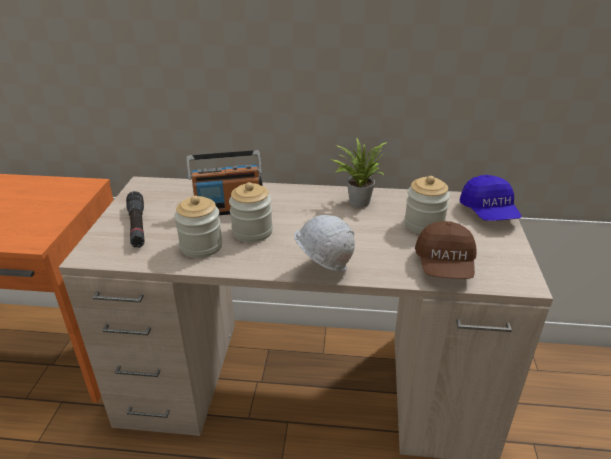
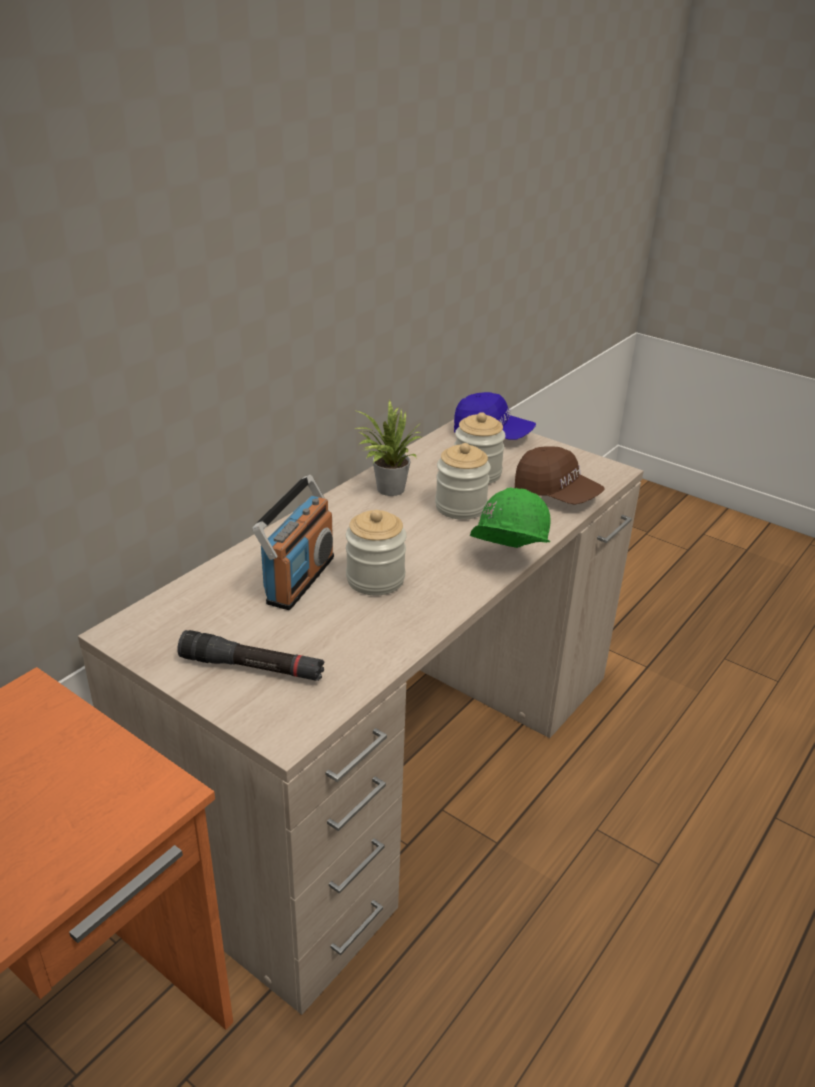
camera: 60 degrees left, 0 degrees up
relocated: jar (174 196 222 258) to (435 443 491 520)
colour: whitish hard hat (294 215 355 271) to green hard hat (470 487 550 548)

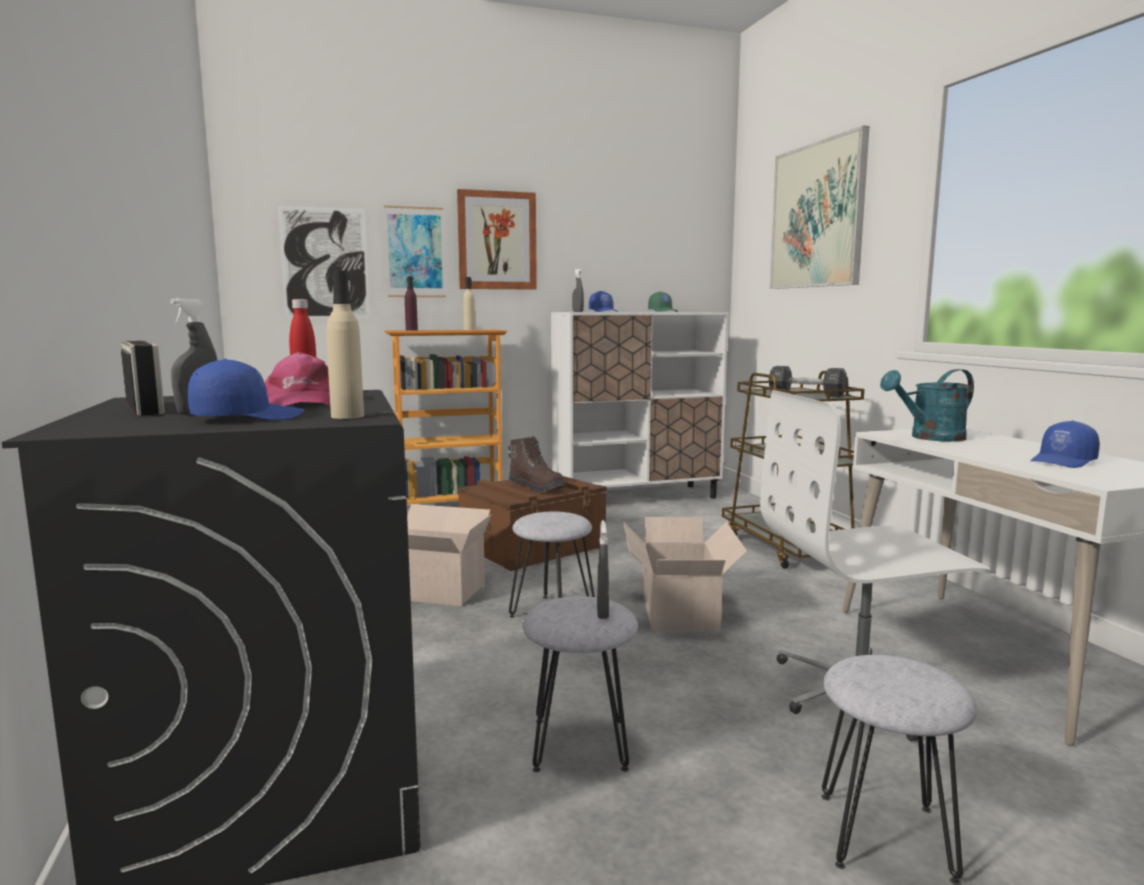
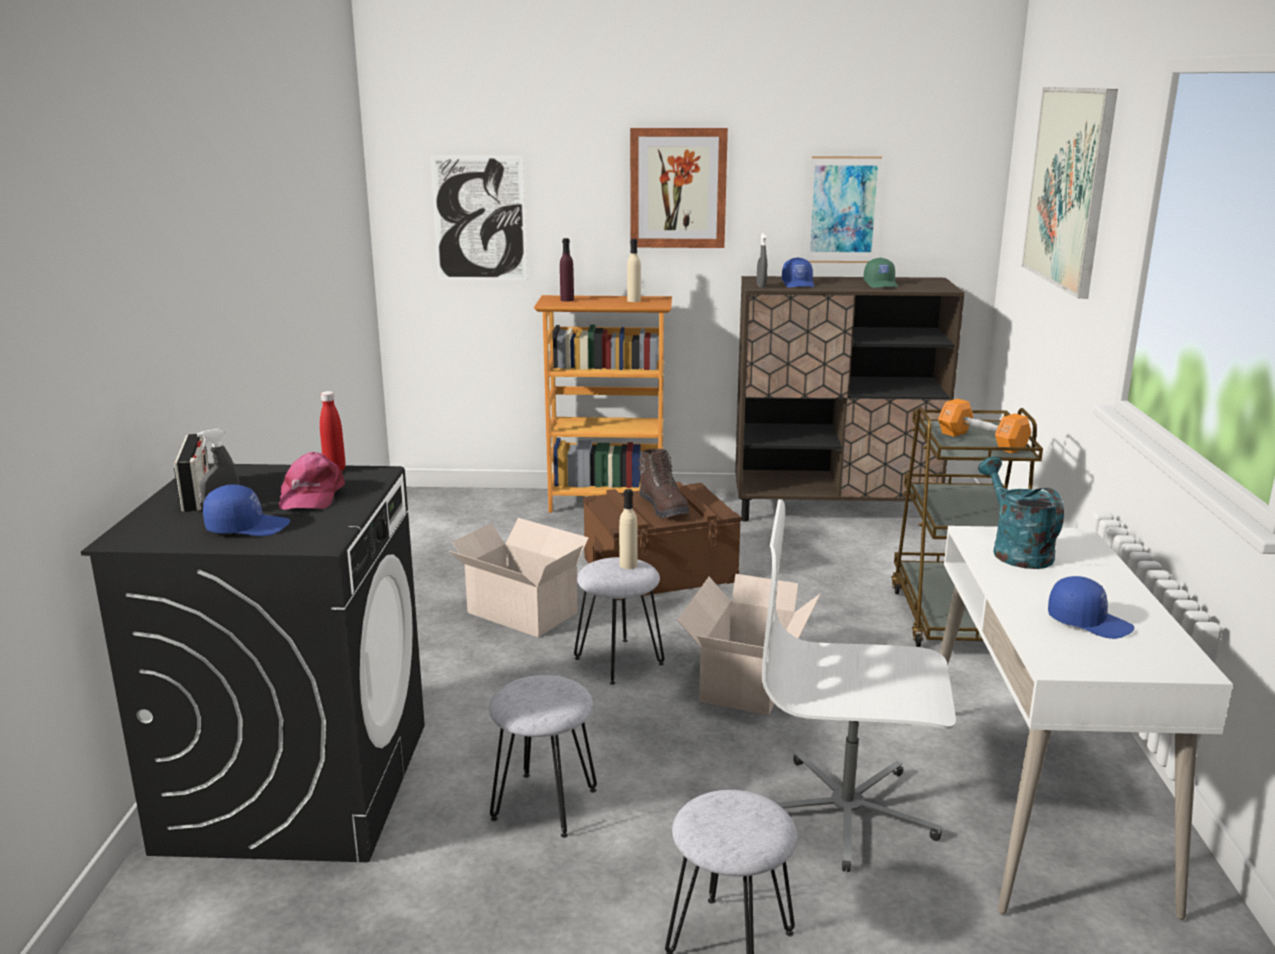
camera: 20 degrees right, 10 degrees up
missing: gray hand sprayer (597 520 609 619)
relocated: beige beverage bottle (326 270 364 419) to (619 489 638 569); picture (384 206 446 297) to (807 156 882 263)
colour: whitish storage cabinet (551 312 729 499) to brownish storage cabinet (735 276 965 522); black dumbbell (769 366 847 397) to orangey dumbbell (938 399 1031 453)
spun: turquoise-coloured sprinkling can (880 369 974 442) = (978 456 1064 569) 75 degrees clockwise; blue-coloured peaked cap (1030 421 1100 468) = (1048 576 1134 639) 135 degrees counterclockwise

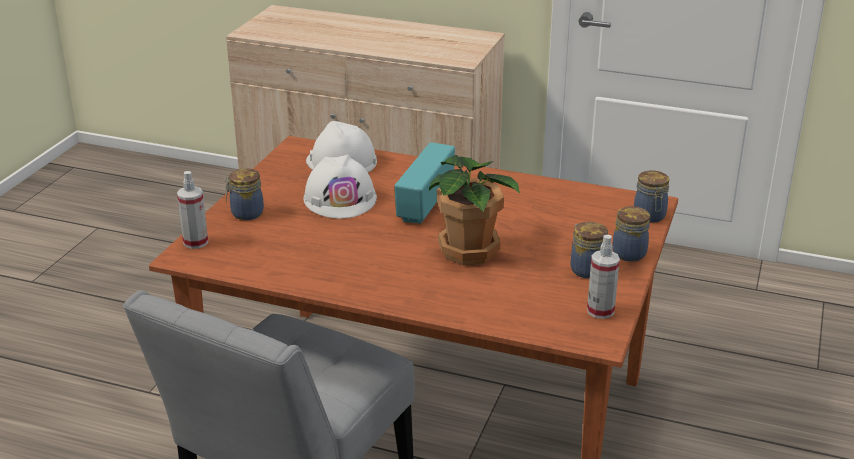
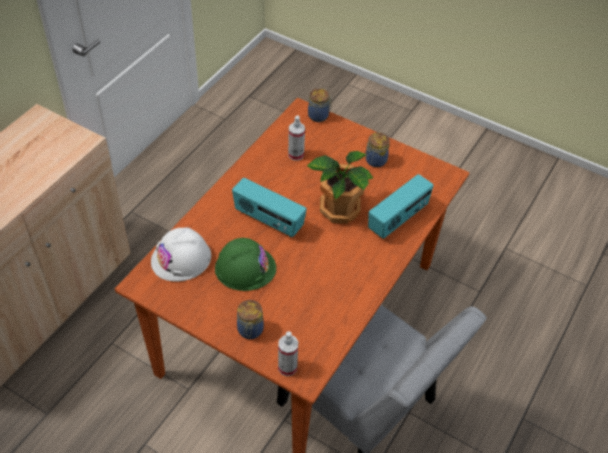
camera: 80 degrees left, 20 degrees up
missing: jar (612 206 650 262)
appeared: radio set (368 174 434 239)
relocated: hand sprayer (587 235 620 319) to (288 116 305 161)
colour: whitish hard hat (304 154 377 219) to green hard hat (215 238 276 291)

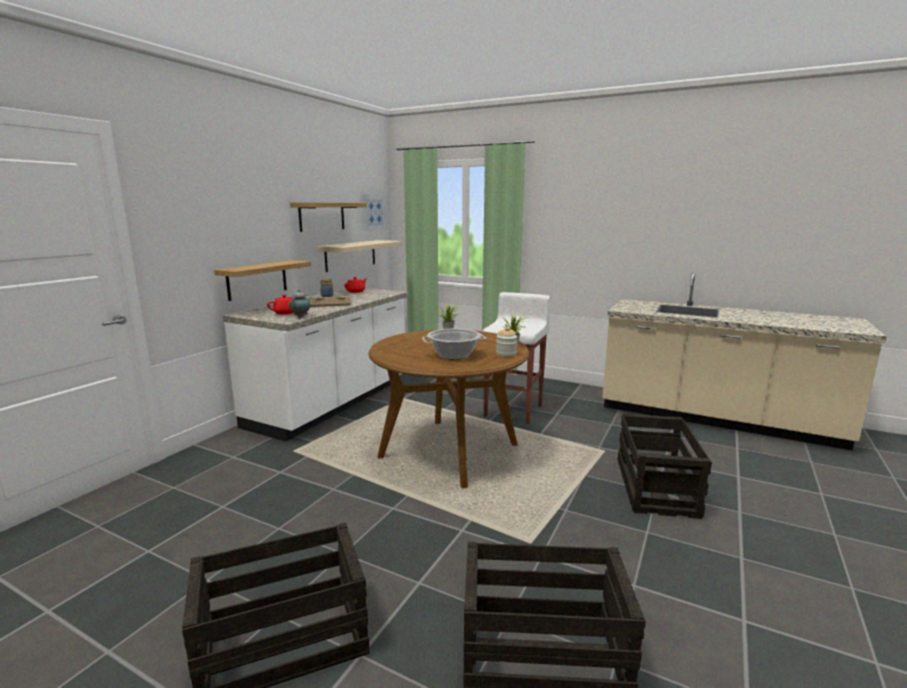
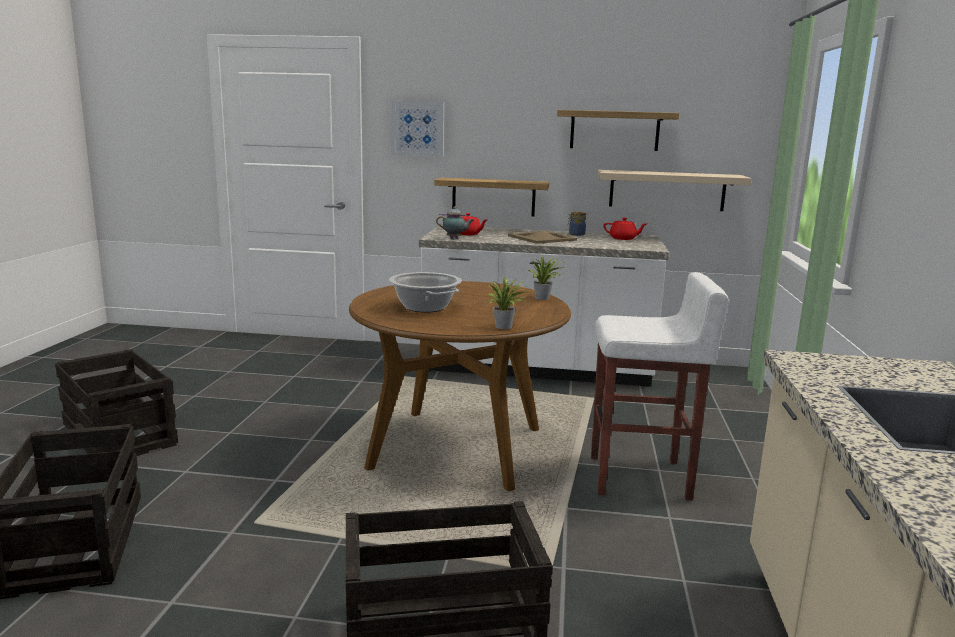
camera: 70 degrees right, 0 degrees up
missing: jar (496 327 517 357)
relocated: picture (362 194 387 231) to (392 101 444 156)

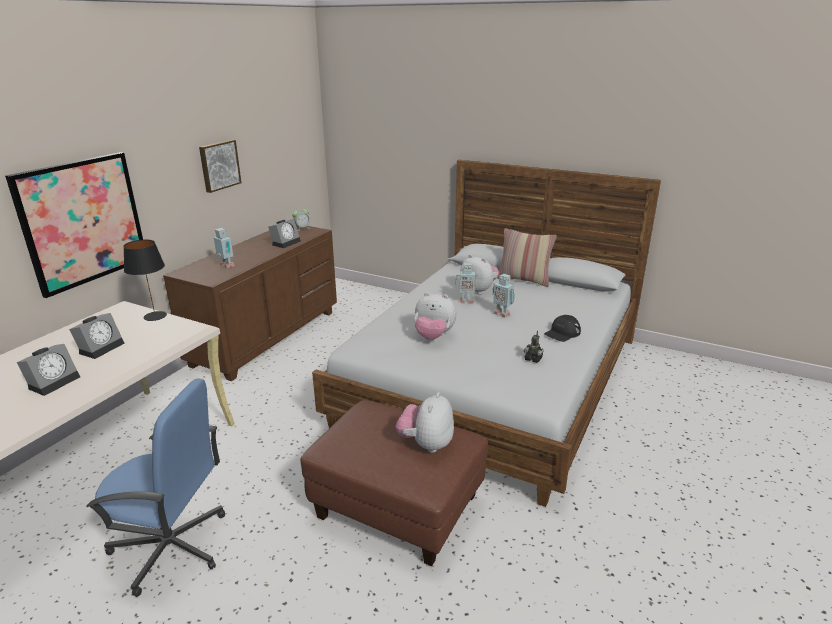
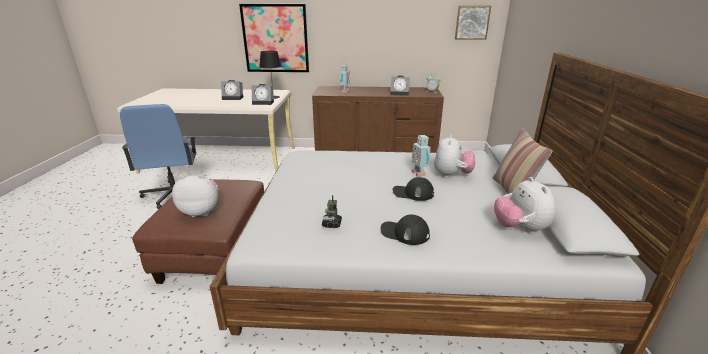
camera: 65 degrees right, 0 degrees up
relocated: alarm clock (17 344 80 396) to (251 84 274 105); picture (199 140 242 193) to (455 6 491 40); cuddly toy (414 292 457 340) to (494 177 556 233)
exchanged: toy robot (493 274 515 317) to black peaked cap (393 177 434 201)

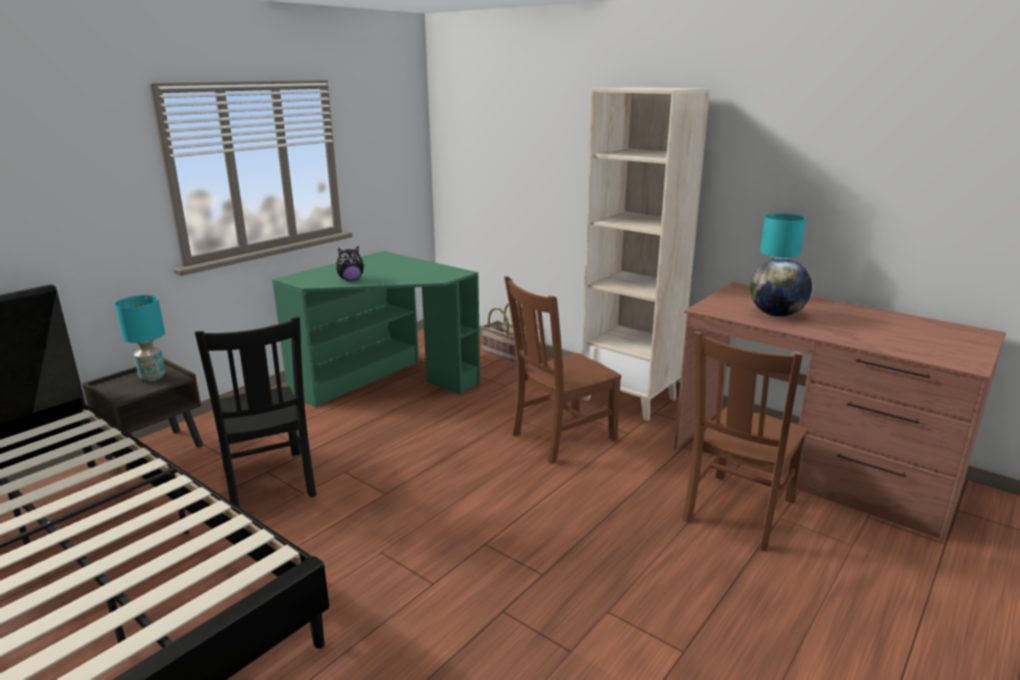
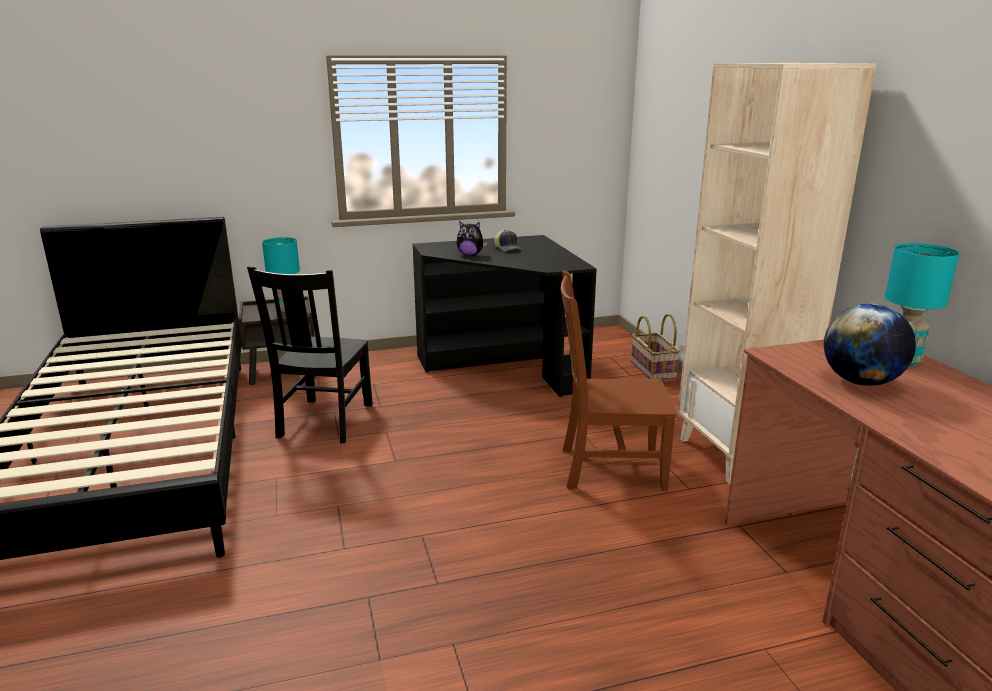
camera: 35 degrees right, 0 degrees up
missing: brownish upright chair (682 331 808 551)
appeared: peaked cap (494 229 522 252)
colour: green desk table (272 251 481 408) to black desk table (413 235 597 397)

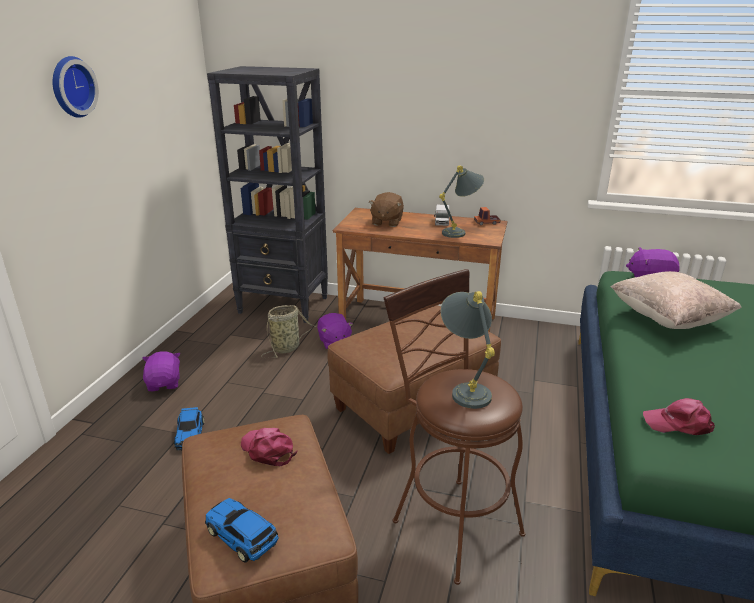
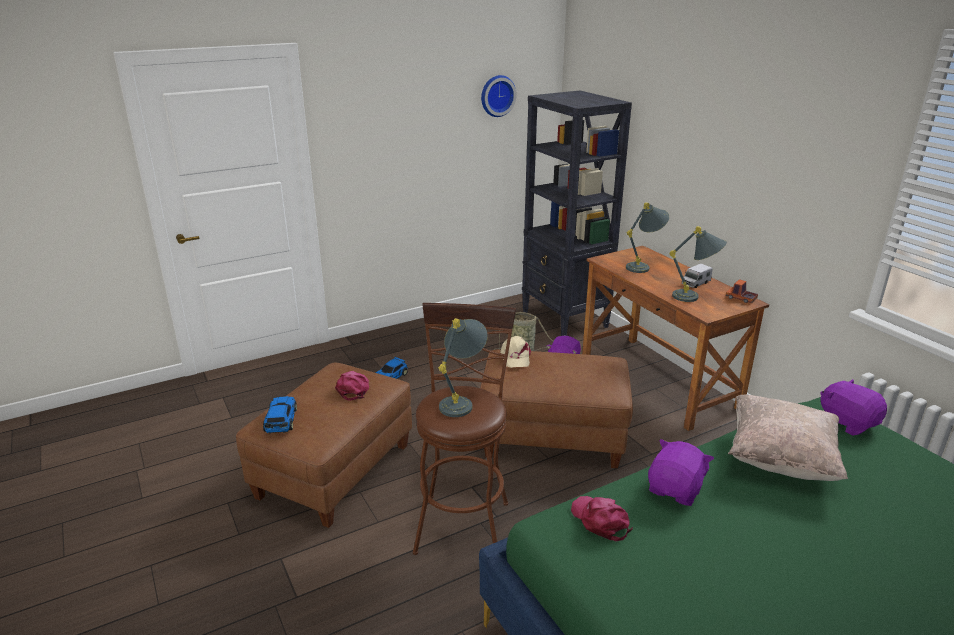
camera: 45 degrees right, 0 degrees up
appeared: beige peaked cap (500 336 531 368)
relocated: clock on the wall (52 56 99 118) to (481 75 517 117); purple-coloured cuddly toy (142 351 180 391) to (648 439 714 506)
exchanged: brownish cuddly toy (369 192 404 227) to gray table lamp (626 202 669 273)

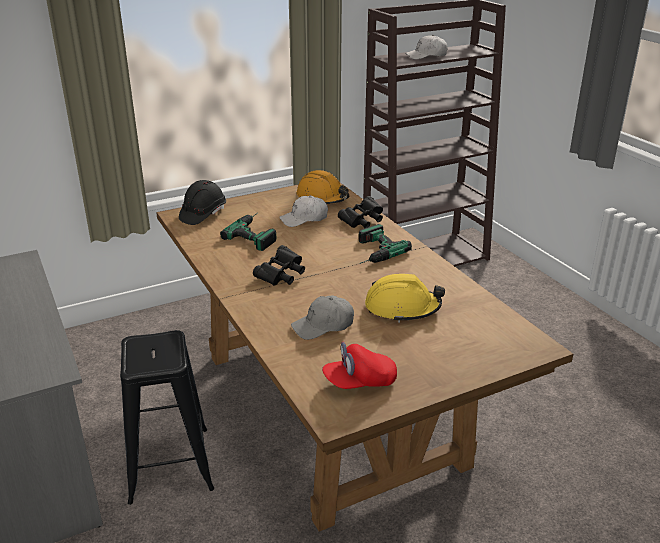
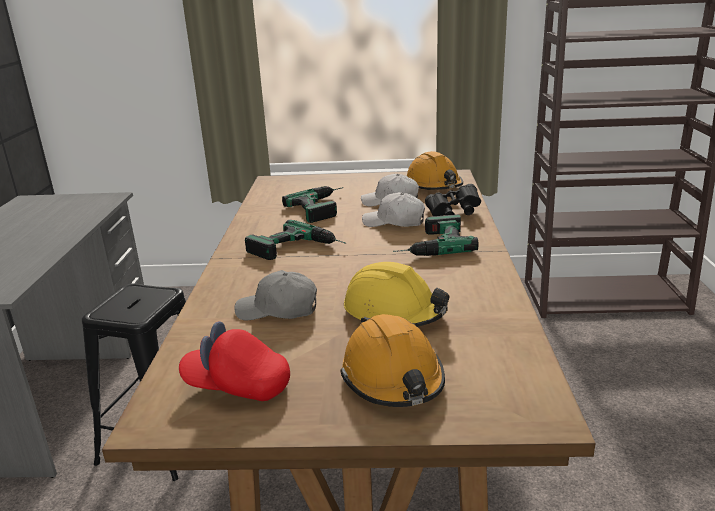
camera: 30 degrees right, 5 degrees down
missing: black hard hat (179 180 226 225)
appeared: orangey hard hat (341 314 445 407)
relocated: whitish peaked cap (405 35 448 59) to (362 192 425 227)
exchanged: black field glasses (253 245 305 286) to electric drill (245 220 346 260)

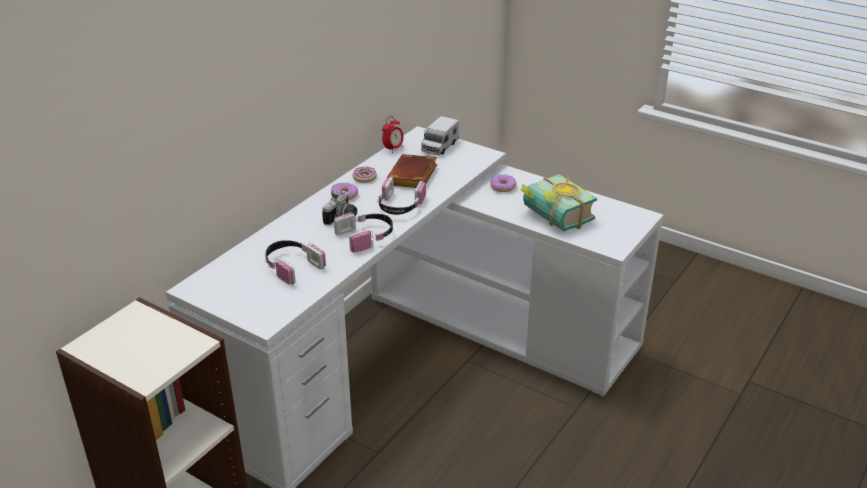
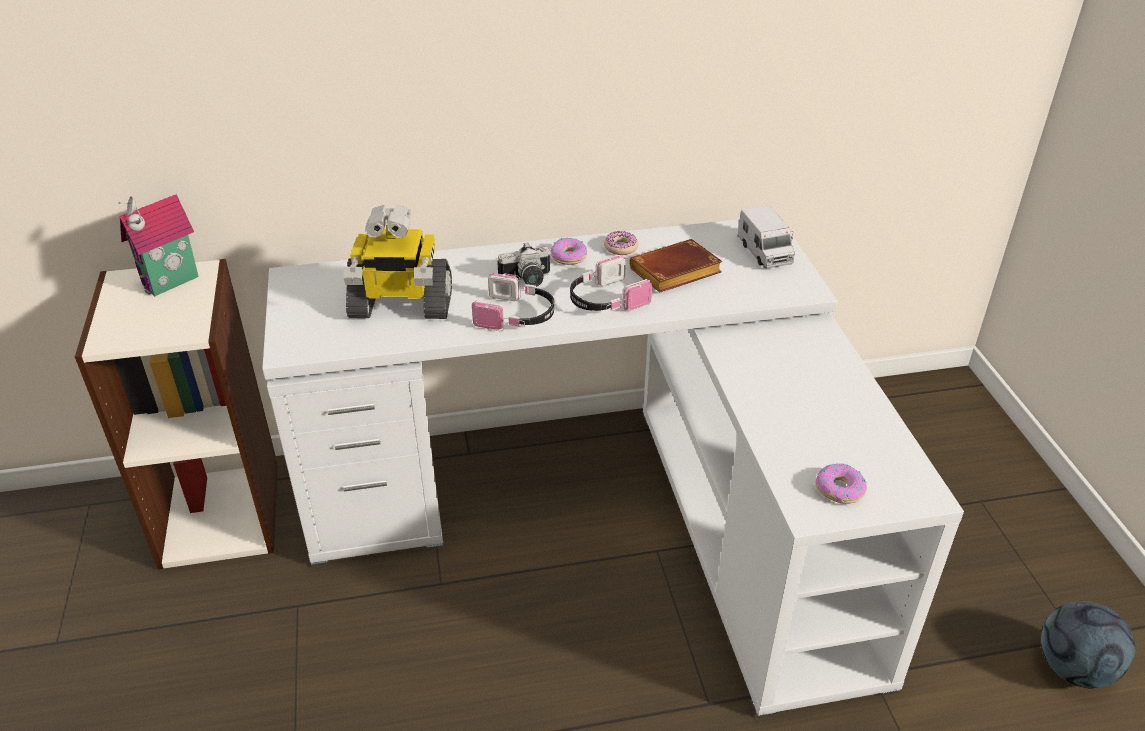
camera: 45 degrees right, 5 degrees up
missing: alarm clock (382 116 404 153); volume (520 174 597 232)
appeared: toy house (119 194 199 296); ball for football (1041 601 1136 689)
relocated: ring doughnut (490 174 517 192) to (816 464 867 504)
exchanged: headset (265 240 326 285) to toy robot (343 205 452 319)
spun: model truck (421 116 459 155) = (737 205 795 268) 90 degrees counterclockwise

